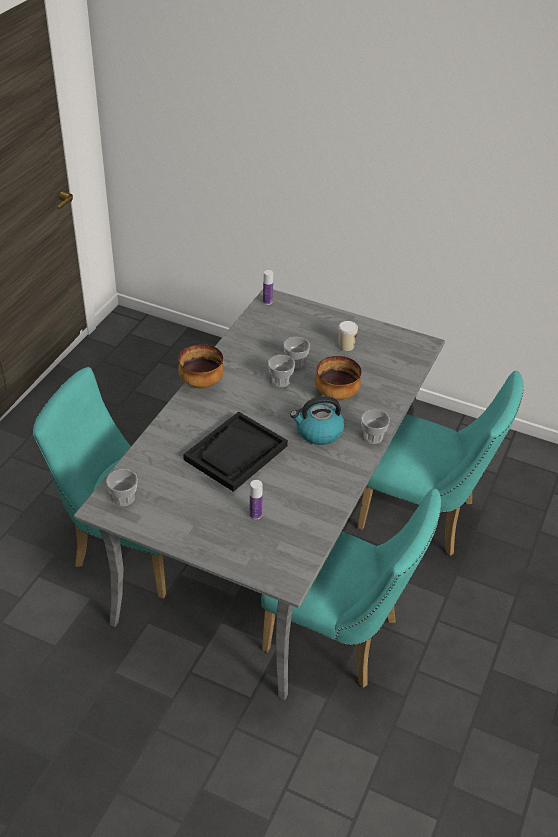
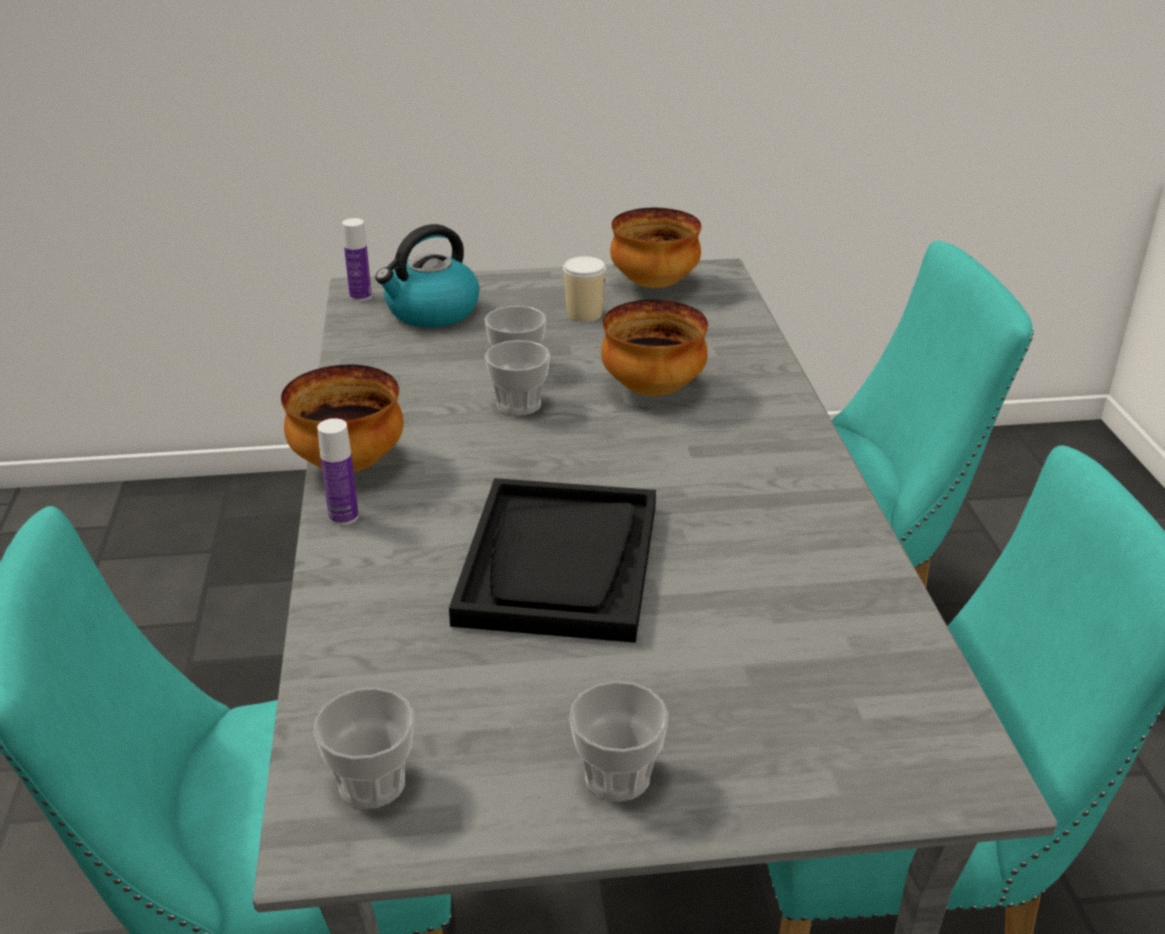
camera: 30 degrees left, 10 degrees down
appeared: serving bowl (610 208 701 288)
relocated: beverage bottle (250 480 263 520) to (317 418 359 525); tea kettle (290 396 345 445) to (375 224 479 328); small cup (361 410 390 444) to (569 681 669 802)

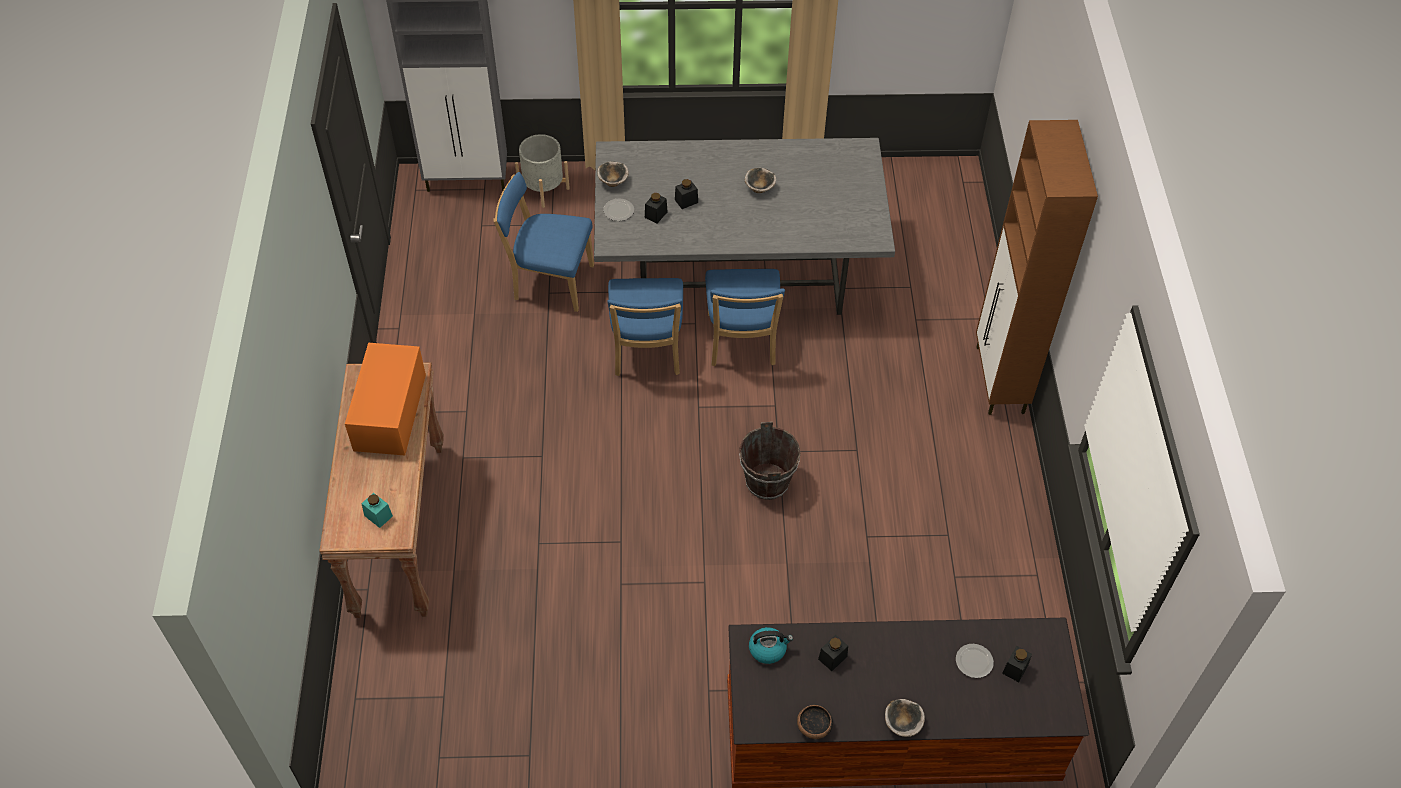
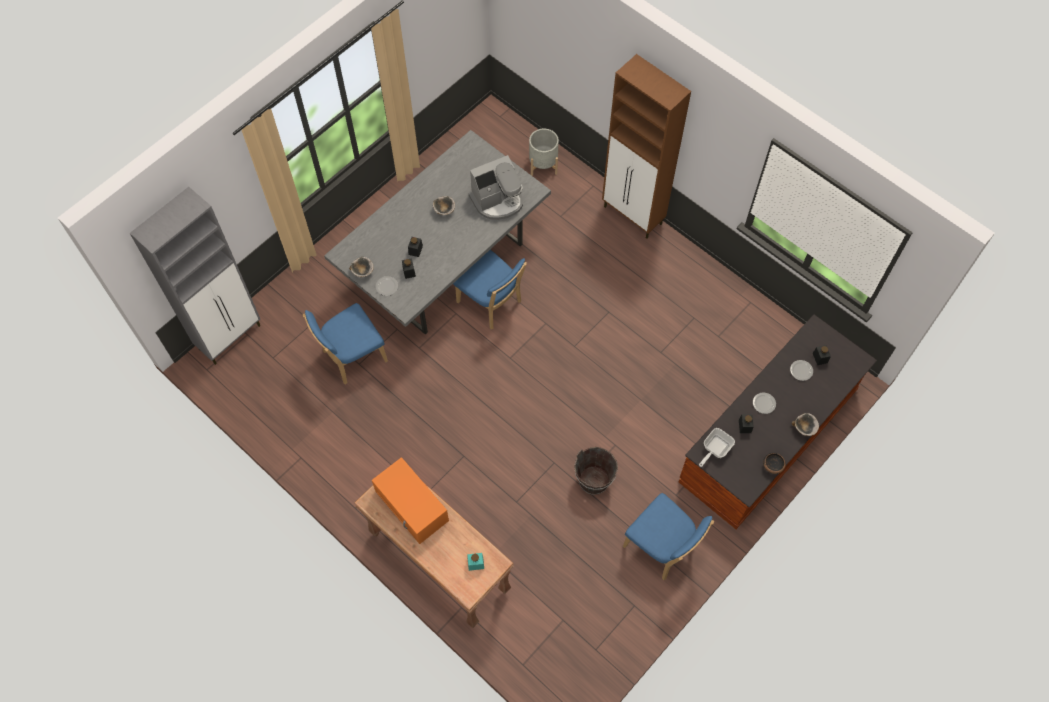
camera: 45 degrees left, 10 degrees up
appeared: coffee maker (469 155 523 220); plate (753 392 776 414)
relocated: gray flower pot (515 134 570 208) to (529 128 559 176); blue-coloured upright chair (607 278 683 376) to (623 493 714 580); brownish water bucket (739 422 801 500) to (574 447 618 495)
exchanged: tea kettle (749 627 793 664) to pan (699 428 735 467)

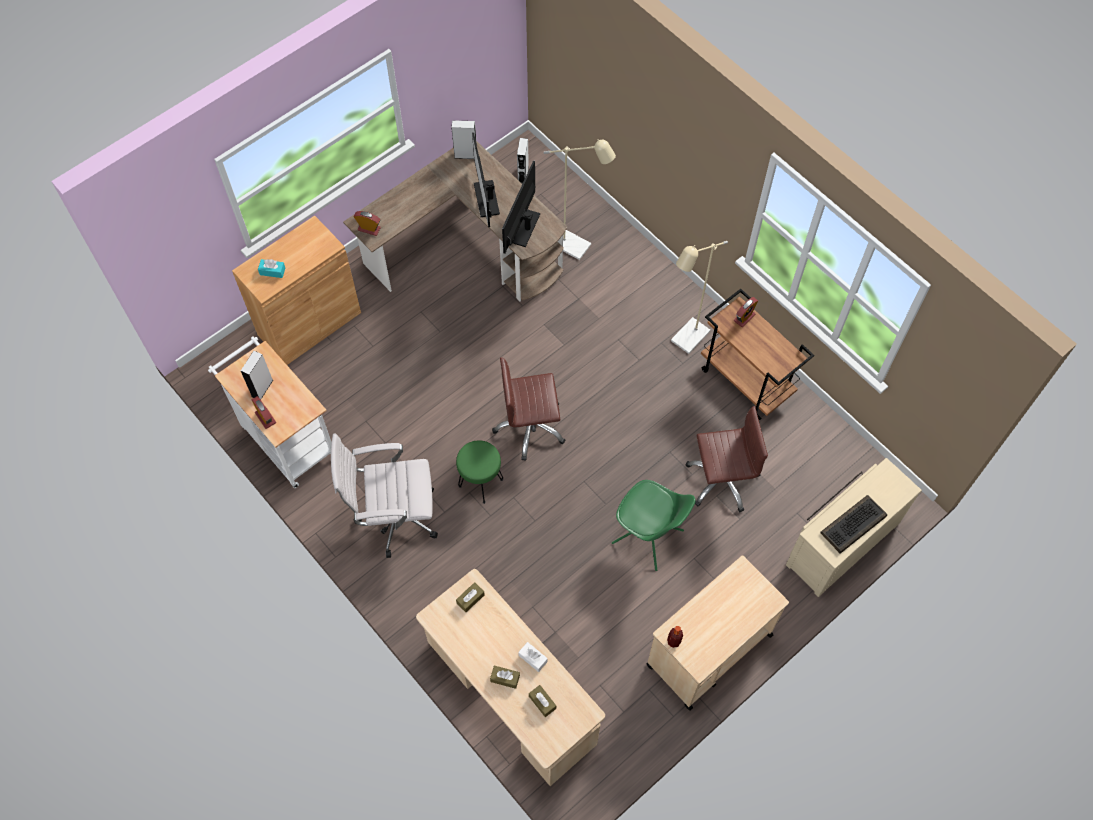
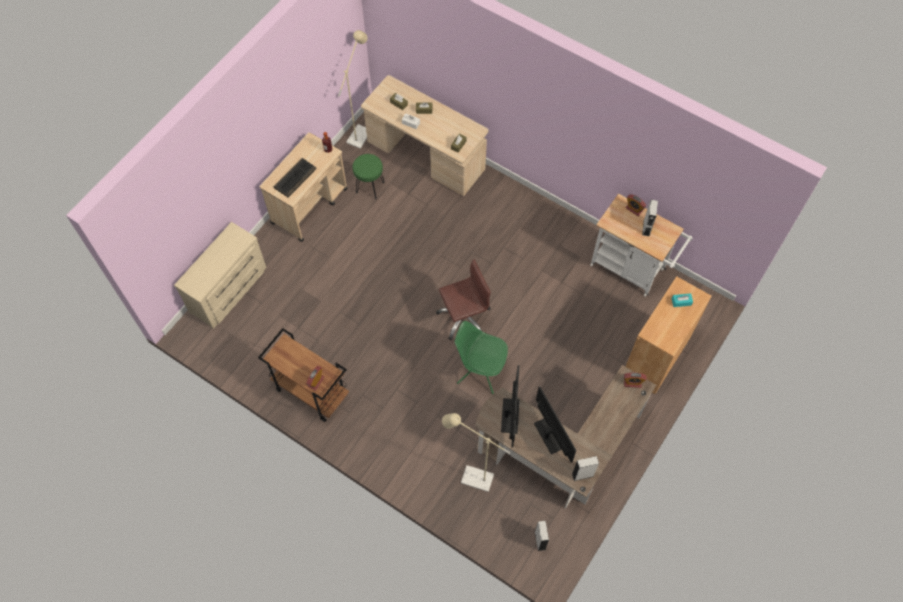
camera: 165 degrees right, 0 degrees up
missing: whitish computer chair (331 434 438 558); brownish computer chair (685 406 768 512)
relocated: green stool (456 440 503 504) to (352 154 384 199); green upright chair (612 480 696 571) to (455 321 508 394); beige floor lamp (671 241 728 354) to (338 30 368 149); PC keyboard (820 495 887 554) to (274 158 317 197)

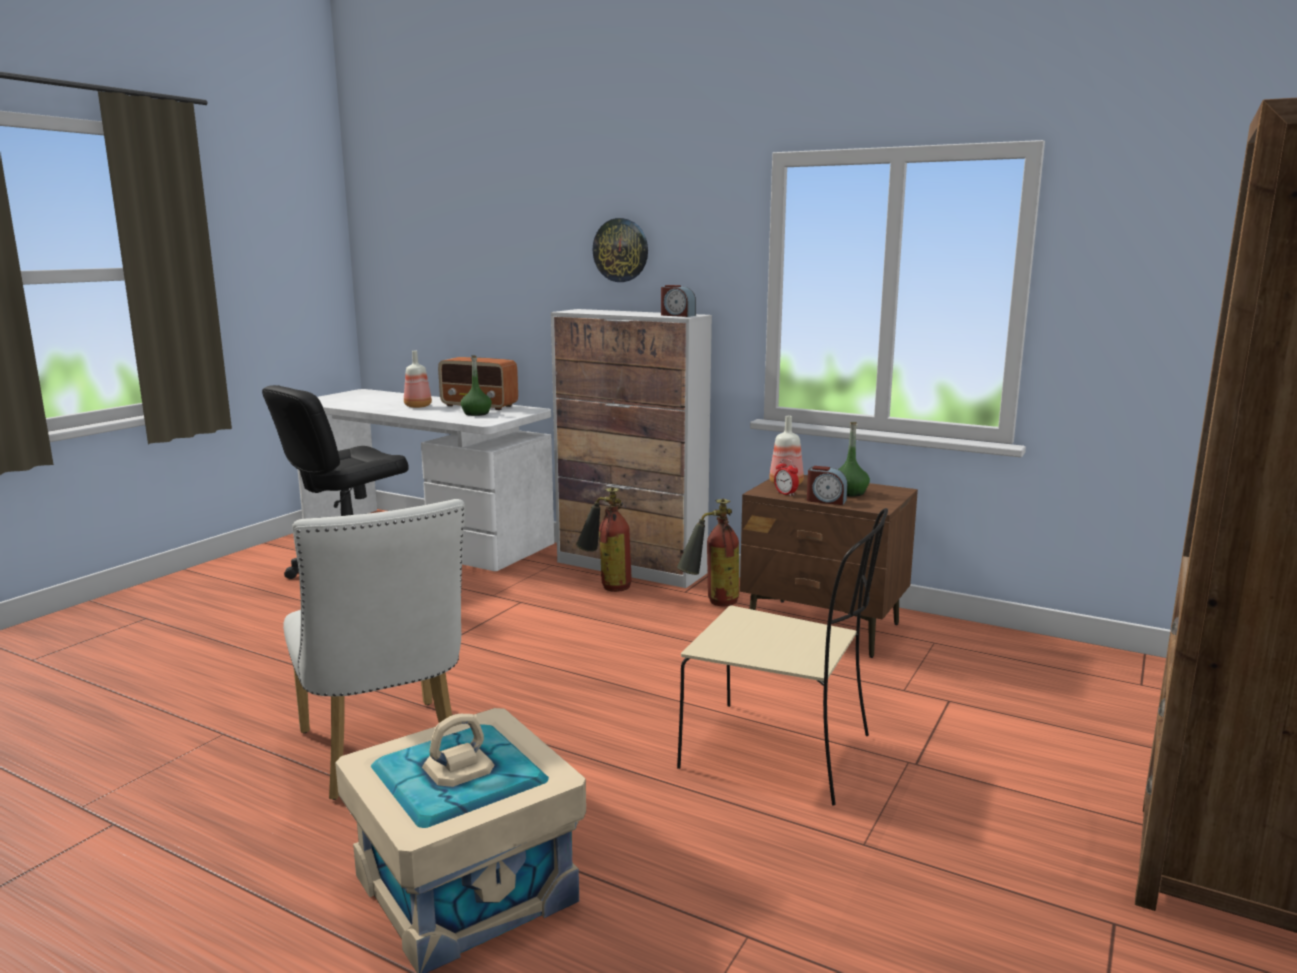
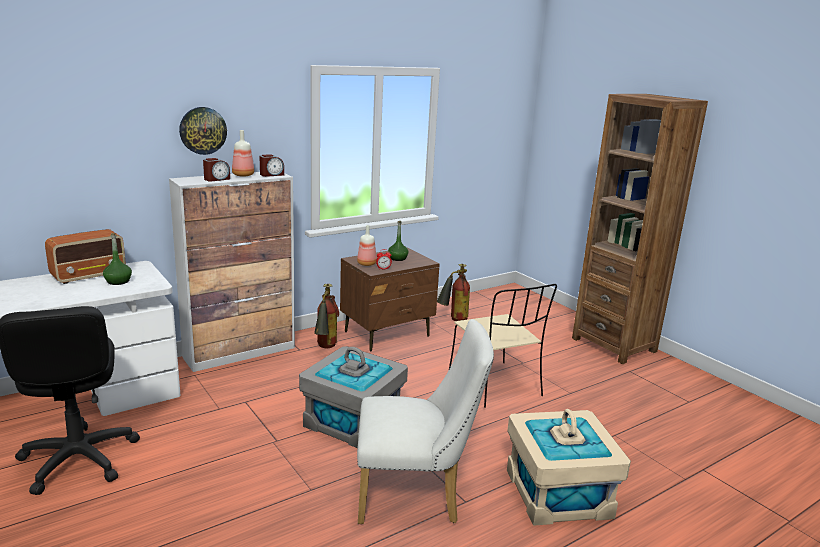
camera: 65 degrees left, 5 degrees up
appeared: gray storage container (299 346 408 448)
relocated: beverage bottle (404 351 432 408) to (232 130 254 177); fire extinguisher (576 487 632 592) to (437 264 470 321); alarm clock (807 466 847 505) to (203 158 230 182)
spun: beige upright chair (677 508 888 805) = (449 284 557 408) 105 degrees clockwise

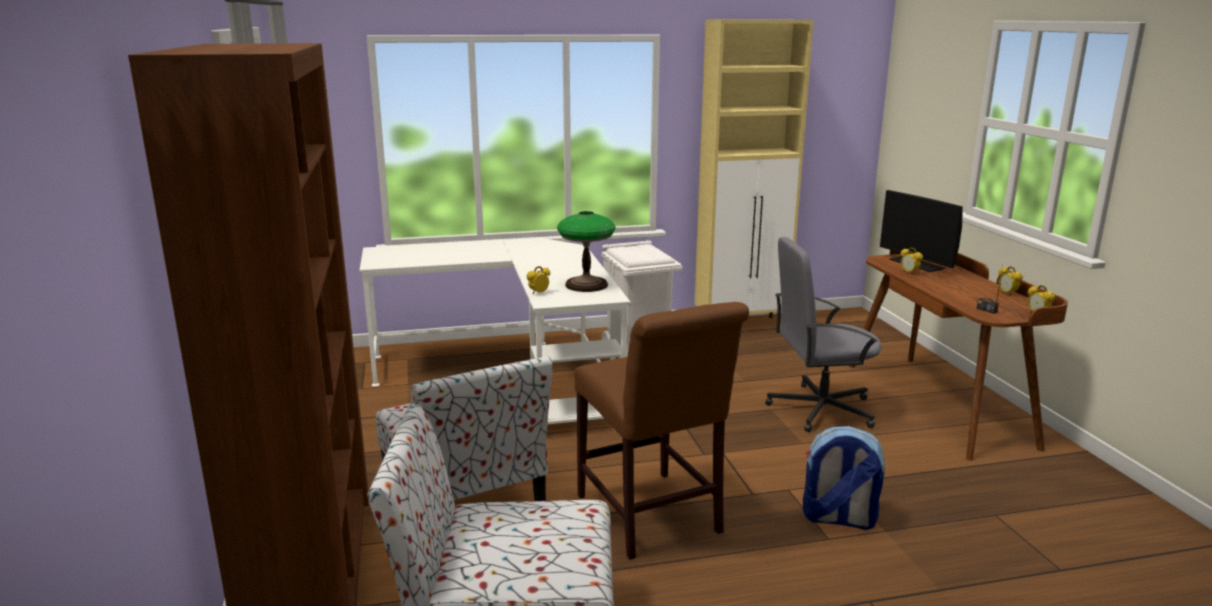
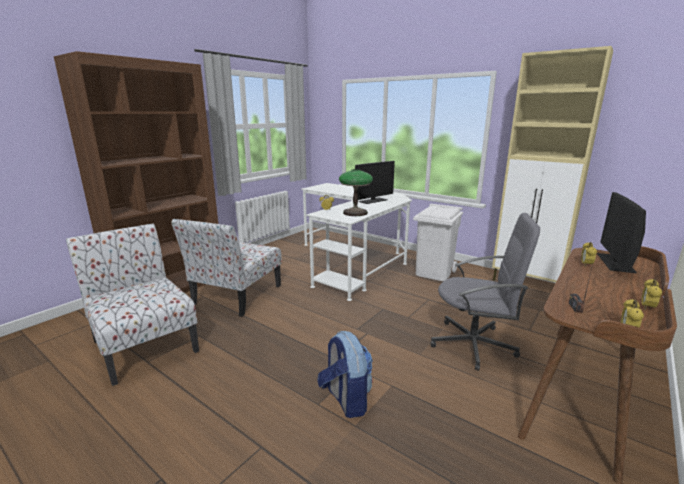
camera: 50 degrees right, 0 degrees up
missing: brownish upright chair (574 302 749 560)
appeared: computer display (354 161 395 204)
spun: gray computer chair (765 237 881 432) = (430 213 540 371) 150 degrees clockwise

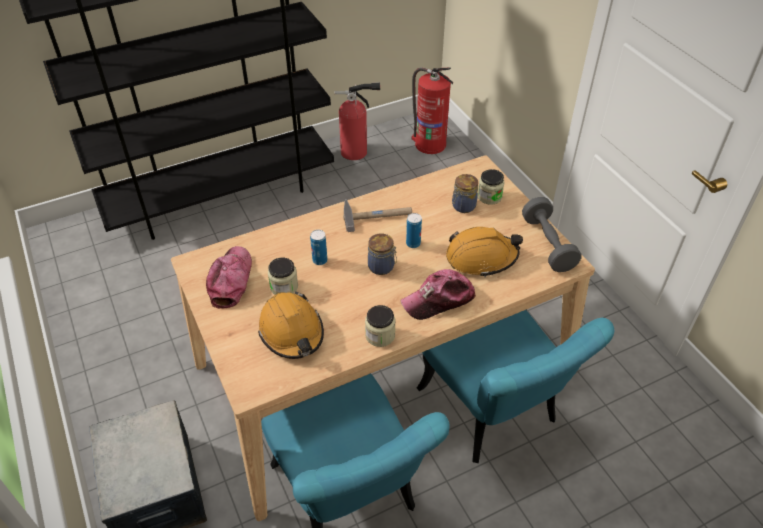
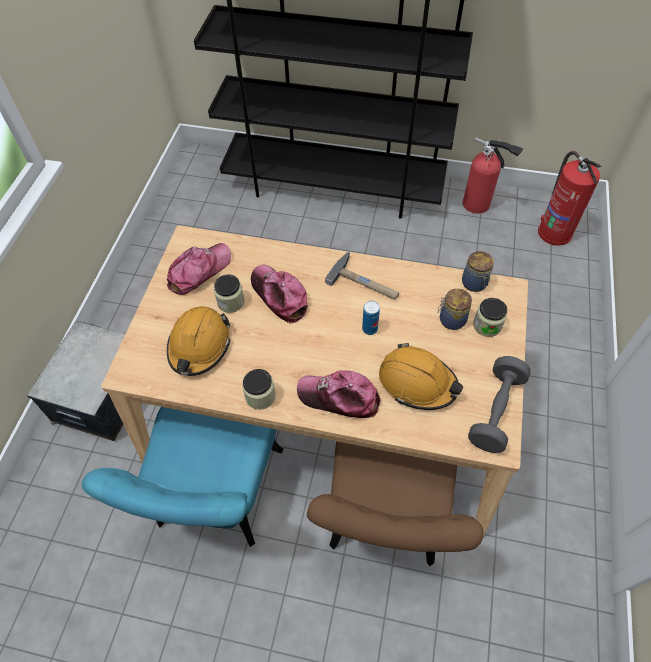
camera: 40 degrees right, 10 degrees up
relocated: jar (368 234 397 275) to (462 251 494 292)
exchanged: can (310 230 327 265) to peaked cap (251 265 308 324)
colour: turquoise-coloured upright chair (417 310 614 463) to brownish upright chair (307 441 483 566)

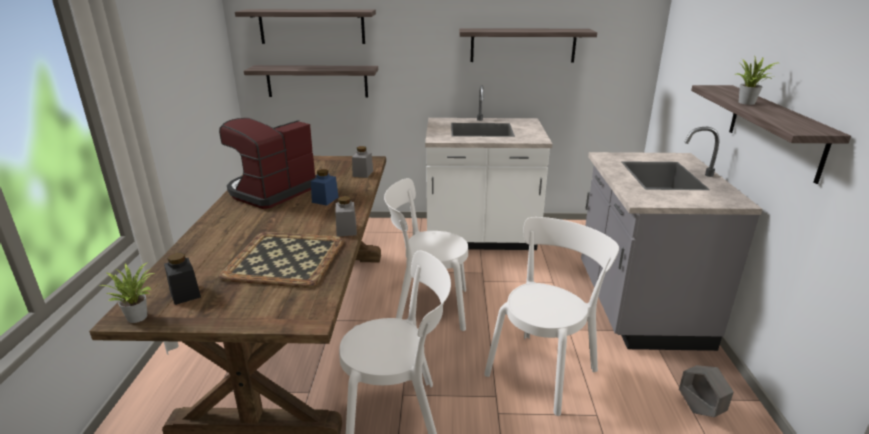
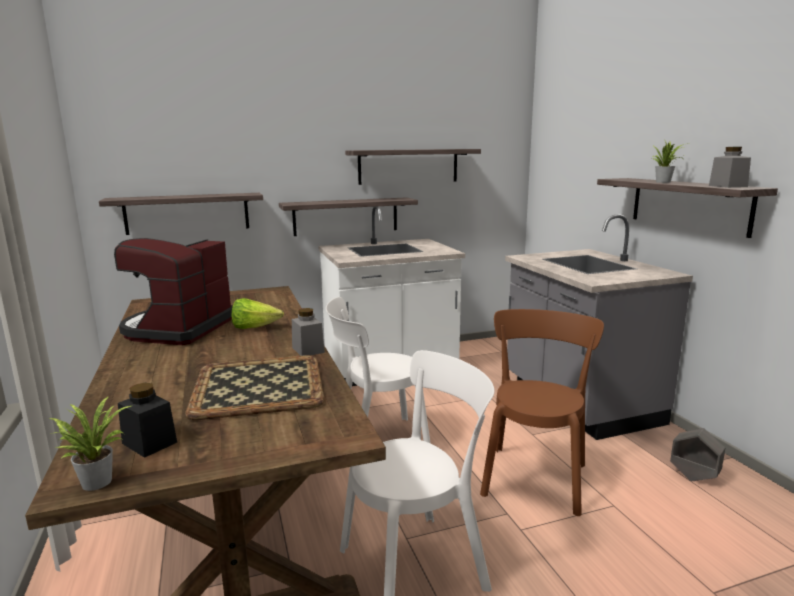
camera: 20 degrees left, 10 degrees down
relocated: wall shelf (235 9 376 44) to (279 197 418 236); gray jar (352 146 373 178) to (709 147 751 188)
exchanged: blue-coloured jar (311 169 339 205) to head of lettuce (232 298 284 329)
colour: whitish upright chair (484 217 619 416) to brownish upright chair (480 309 604 516)

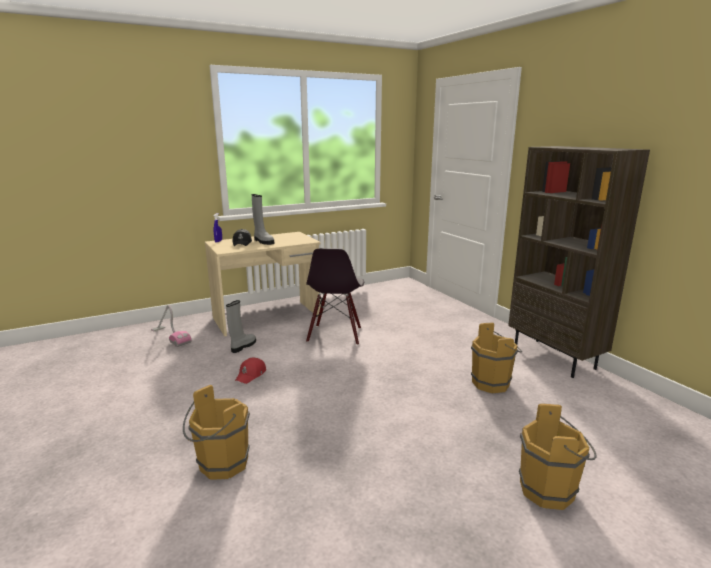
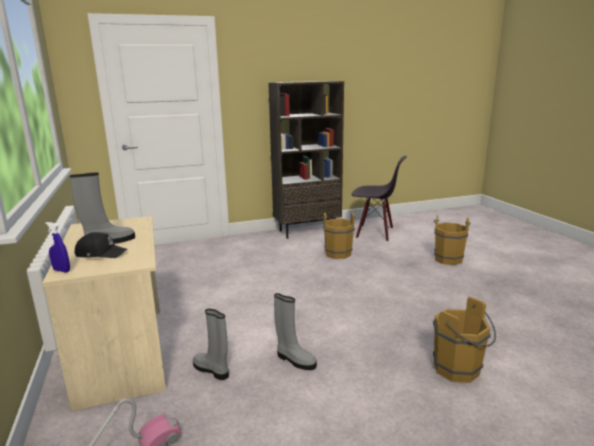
camera: 80 degrees left, 0 degrees up
relocated: black upright chair (306 248 364 345) to (351 156 407 242)
exchanged: red-coloured peaked cap (235 358 266 384) to gray tall boot (274 293 317 370)

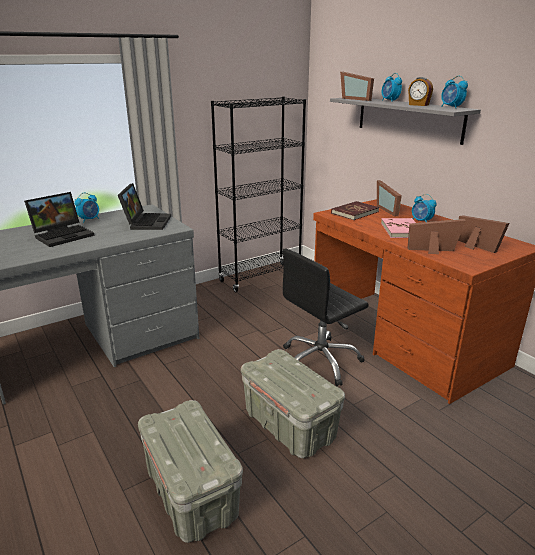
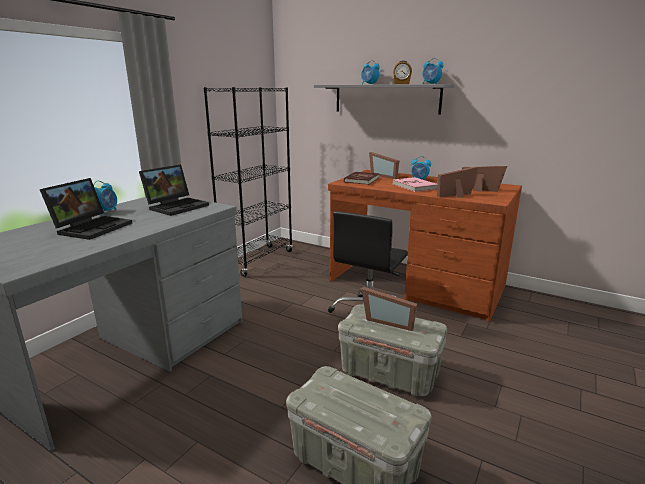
camera: 25 degrees left, 5 degrees down
relocated: picture frame (340 72 374 101) to (362 287 417 331)
spun: portable computer (118 183 171 230) = (139 164 209 216) 60 degrees clockwise

